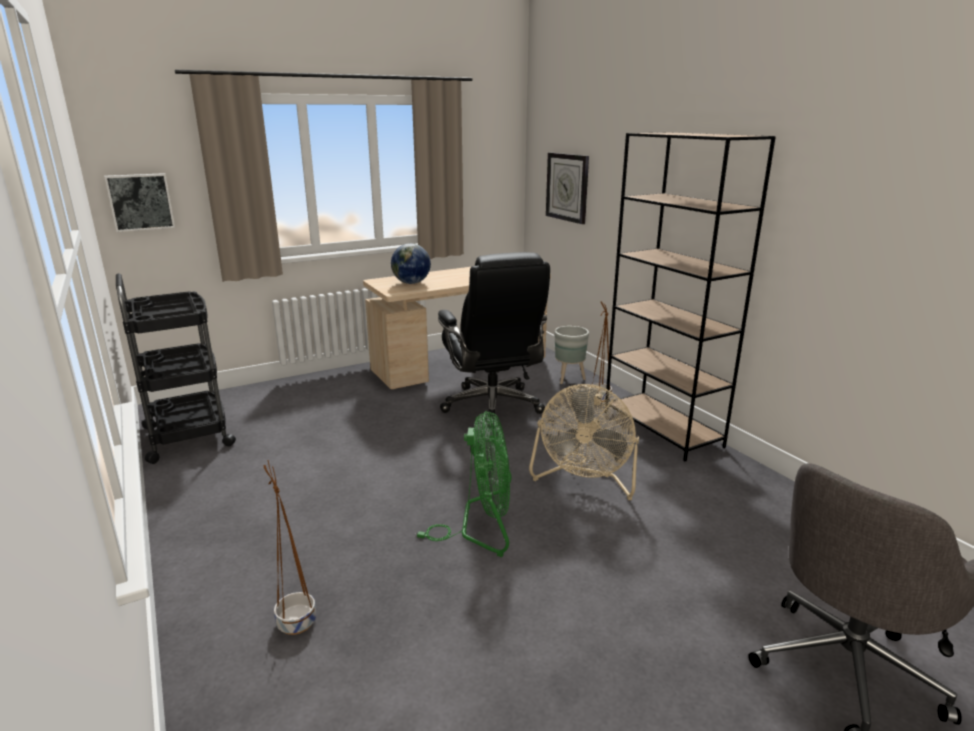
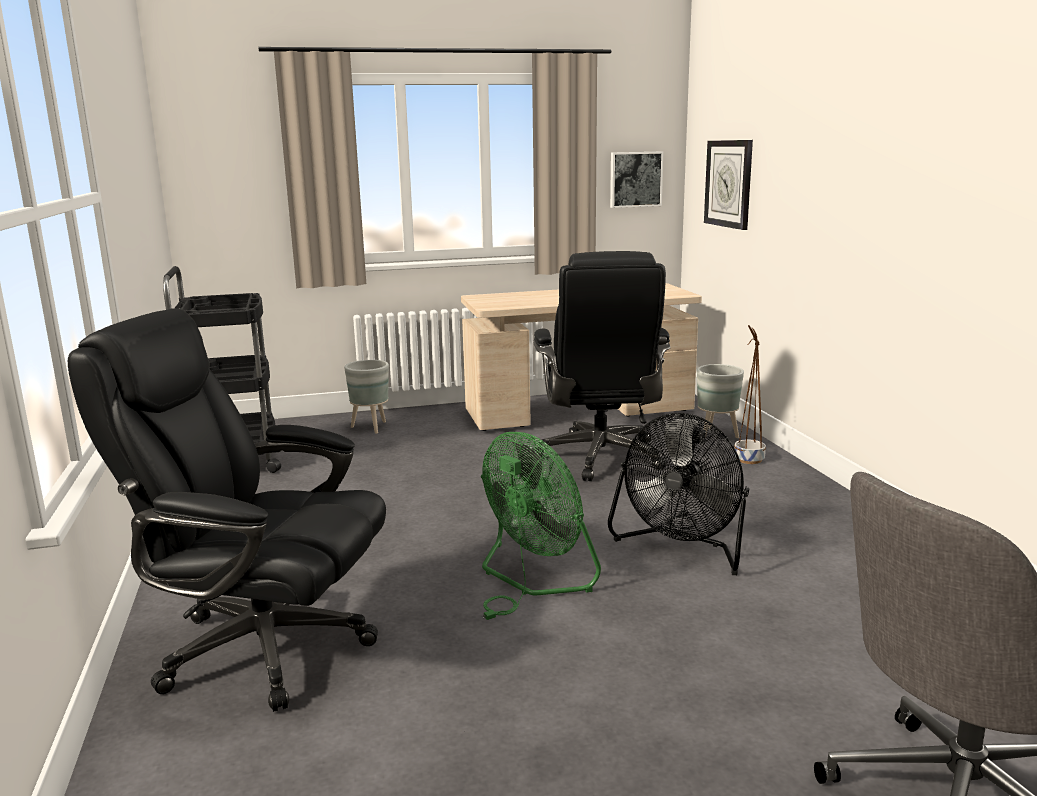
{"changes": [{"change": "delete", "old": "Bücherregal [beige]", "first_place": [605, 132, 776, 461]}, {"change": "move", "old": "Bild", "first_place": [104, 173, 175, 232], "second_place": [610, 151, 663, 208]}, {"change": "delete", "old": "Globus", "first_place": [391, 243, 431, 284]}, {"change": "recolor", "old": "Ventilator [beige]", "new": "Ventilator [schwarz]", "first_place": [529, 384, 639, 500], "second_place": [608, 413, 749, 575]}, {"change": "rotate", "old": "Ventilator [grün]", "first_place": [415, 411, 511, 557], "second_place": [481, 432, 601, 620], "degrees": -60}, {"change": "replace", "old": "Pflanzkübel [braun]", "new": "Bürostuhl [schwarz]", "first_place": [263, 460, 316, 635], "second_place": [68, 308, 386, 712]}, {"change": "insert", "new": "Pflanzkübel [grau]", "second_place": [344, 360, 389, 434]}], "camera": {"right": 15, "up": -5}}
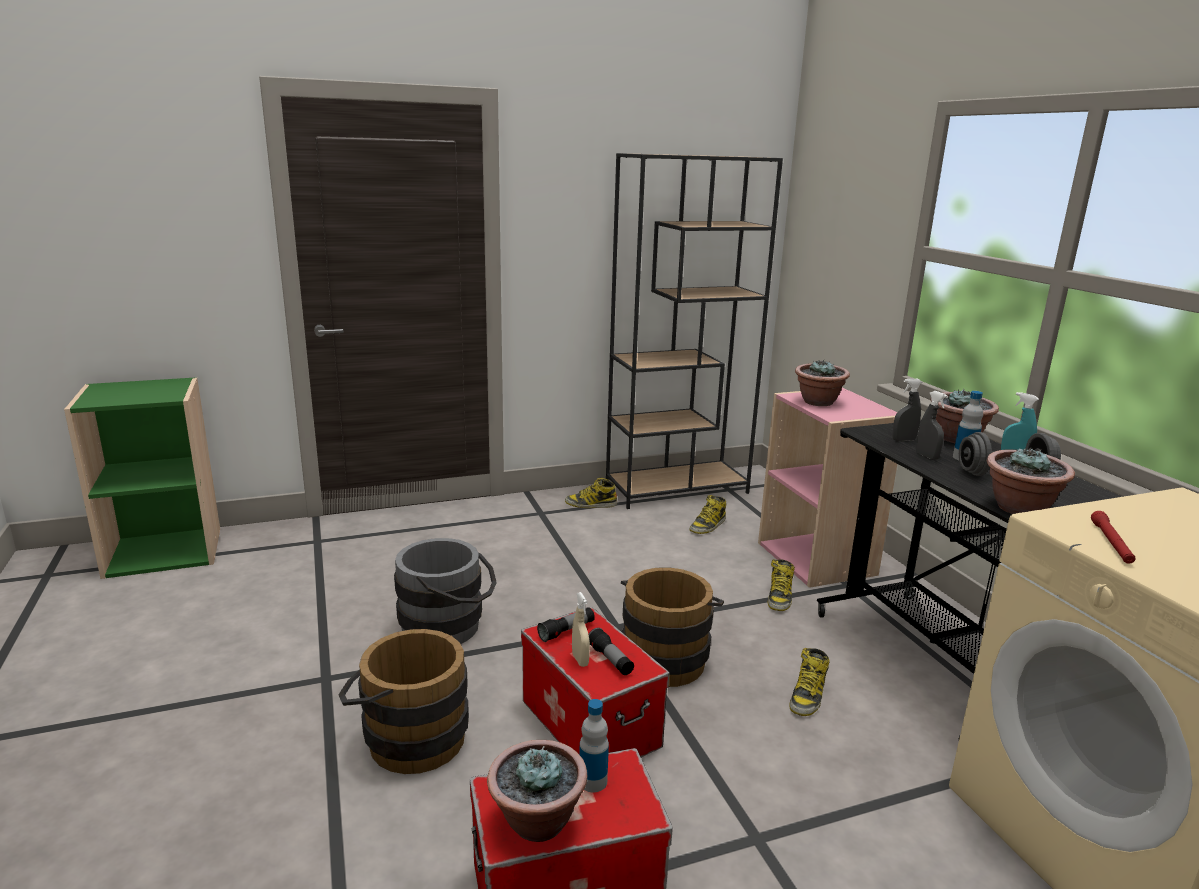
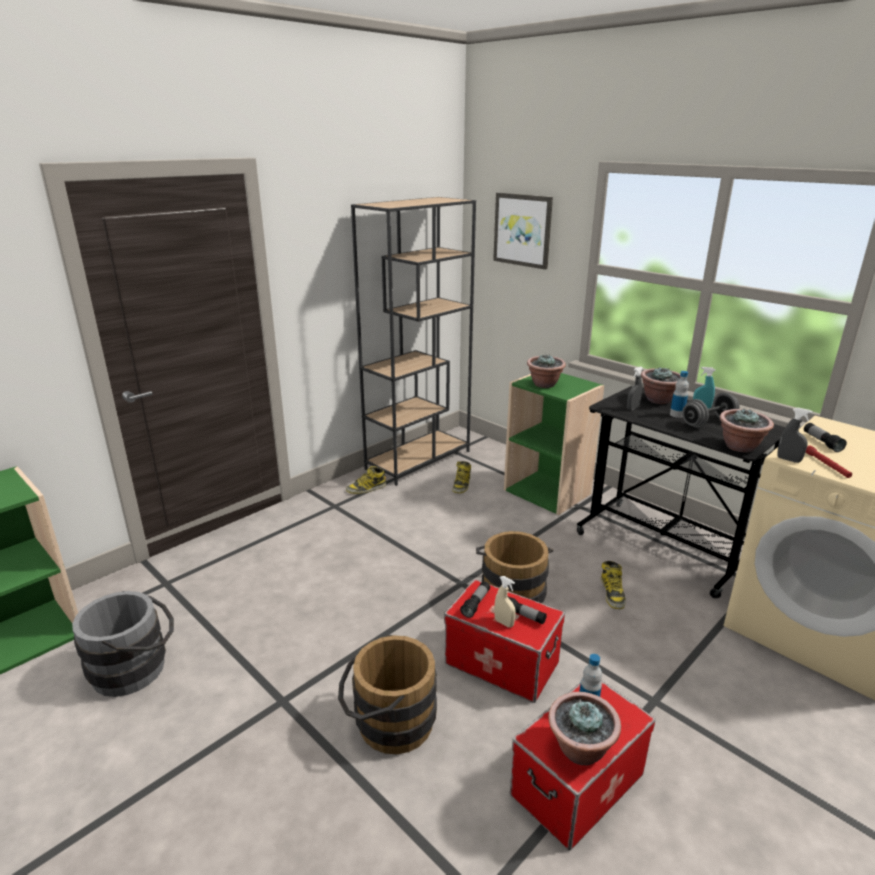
{"changes": [{"change": "recolor", "old": "Bücherregal [rosa]", "new": "Bücherregal [grün]", "first_place": [758, 388, 897, 588], "second_place": [504, 373, 604, 515]}, {"change": "move", "old": "Sprühflasche [grau]", "first_place": [916, 391, 948, 460], "second_place": [777, 408, 813, 463]}, {"change": "move", "old": "Eimer [grau]", "first_place": [394, 538, 497, 644], "second_place": [72, 591, 174, 697]}, {"change": "delete", "old": "Stiefel", "first_place": [768, 559, 795, 611]}, {"change": "insert", "new": "Bild", "second_place": [493, 193, 553, 270]}, {"change": "insert", "new": "Taschenlampe", "second_place": [804, 423, 847, 452]}], "camera": {"right": -25, "up": 5}}
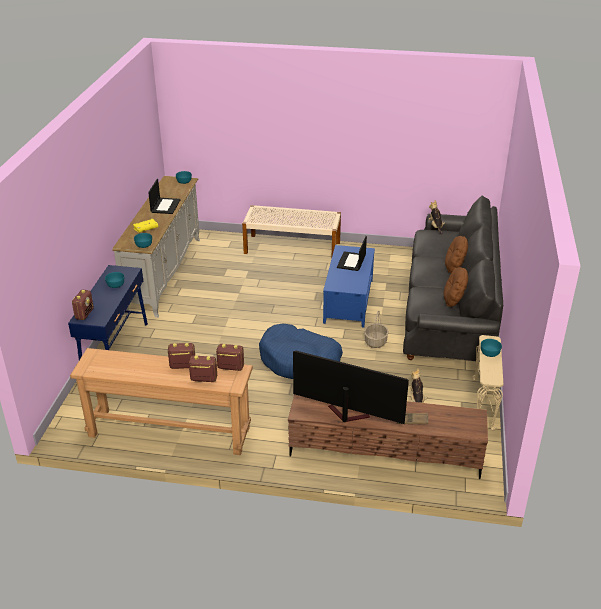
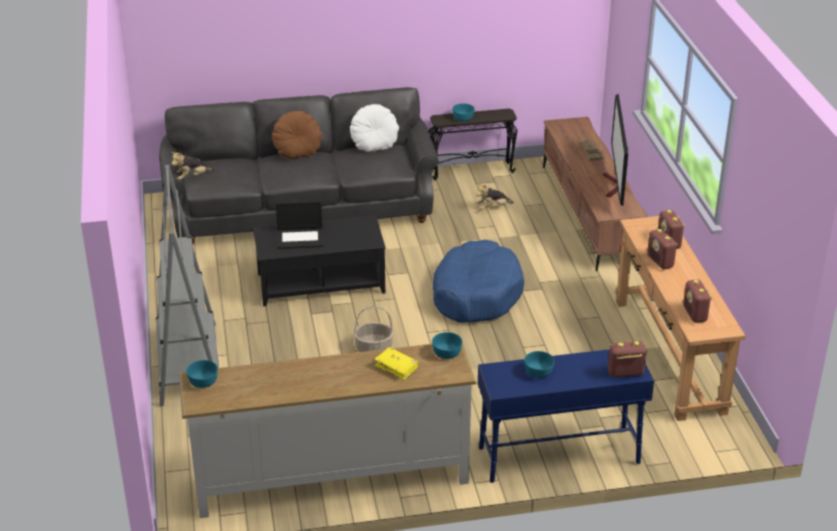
{"changes": [{"change": "delete", "old": "Laptop", "first_place": [148, 179, 181, 214]}, {"change": "replace", "old": "Bank [beige]", "new": "Bücherregal [grau]", "first_place": [242, 205, 341, 259], "second_place": [156, 165, 219, 406]}, {"change": "recolor", "old": "Couchtisch [blau]", "new": "Couchtisch [schwarz]", "first_place": [323, 245, 375, 327], "second_place": [253, 216, 386, 307]}, {"change": "recolor", "old": "Kissen [braun]", "new": "Kissen [weiß]", "first_place": [443, 267, 468, 307], "second_place": [350, 104, 399, 152]}, {"change": "move", "old": "Korb", "first_place": [364, 311, 389, 348], "second_place": [354, 306, 394, 352]}, {"change": "recolor", "old": "Beistelltisch [beige]", "new": "Beistelltisch [schwarz]", "first_place": [472, 335, 503, 431], "second_place": [429, 109, 517, 180]}, {"change": "move", "old": "Radio", "first_place": [216, 344, 244, 371], "second_place": [683, 280, 712, 323]}], "camera": {"right": -110, "up": 0}}
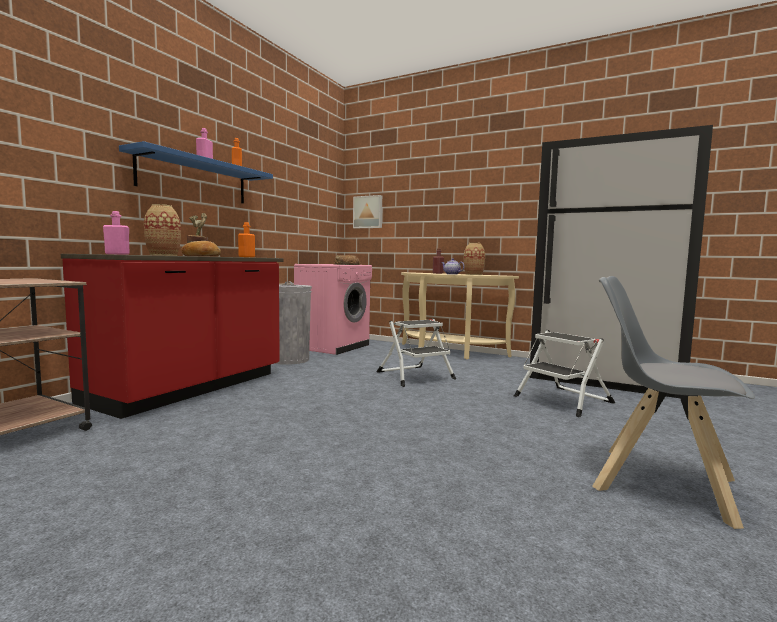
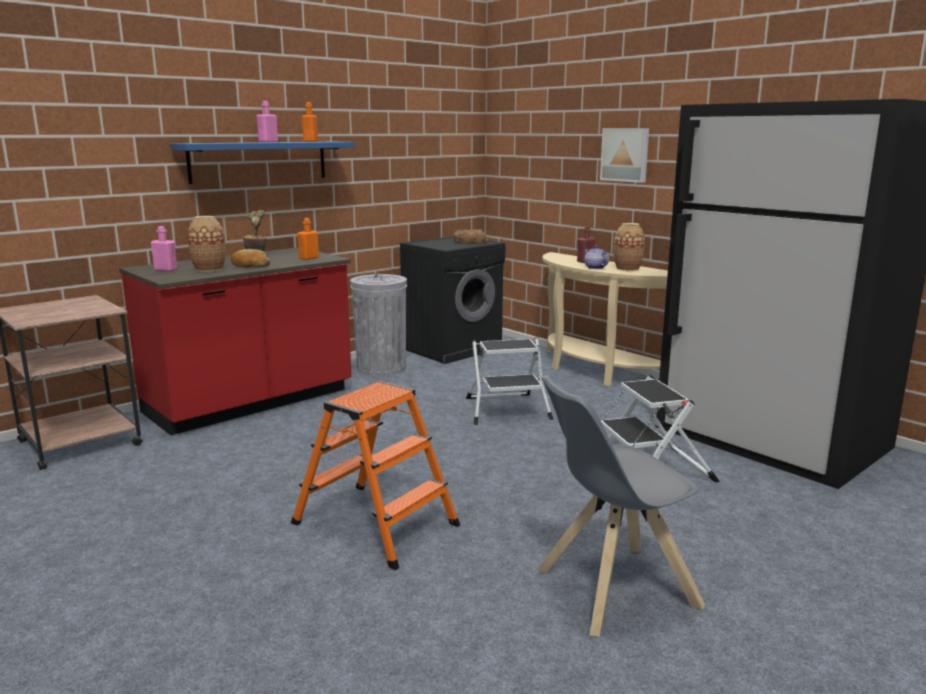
{"changes": [{"change": "move", "old": "Bild", "first_place": [353, 195, 382, 228], "second_place": [600, 128, 649, 183]}, {"change": "recolor", "old": "Waschmaschine [rosa]", "new": "Waschmaschine [schwarz]", "first_place": [294, 264, 372, 355], "second_place": [400, 236, 505, 364]}, {"change": "rotate", "old": "Stuhl [grau]", "first_place": [592, 276, 755, 529], "second_place": [536, 375, 705, 637], "degrees": -75}, {"change": "insert", "new": "Trittleiter [orange]", "second_place": [291, 380, 460, 570]}], "camera": {"right": 20, "up": 10}}
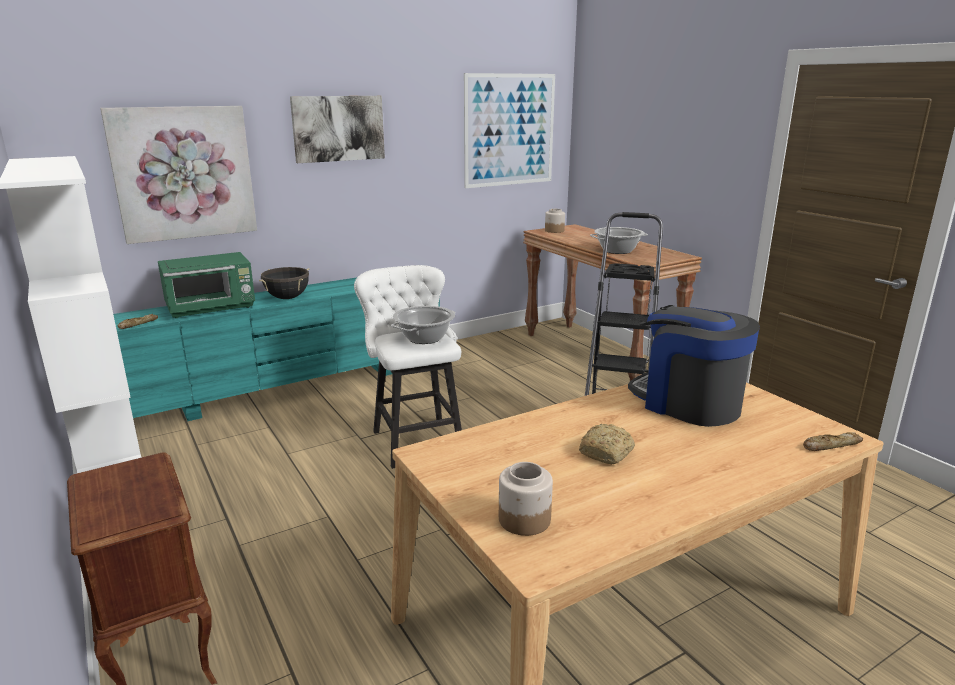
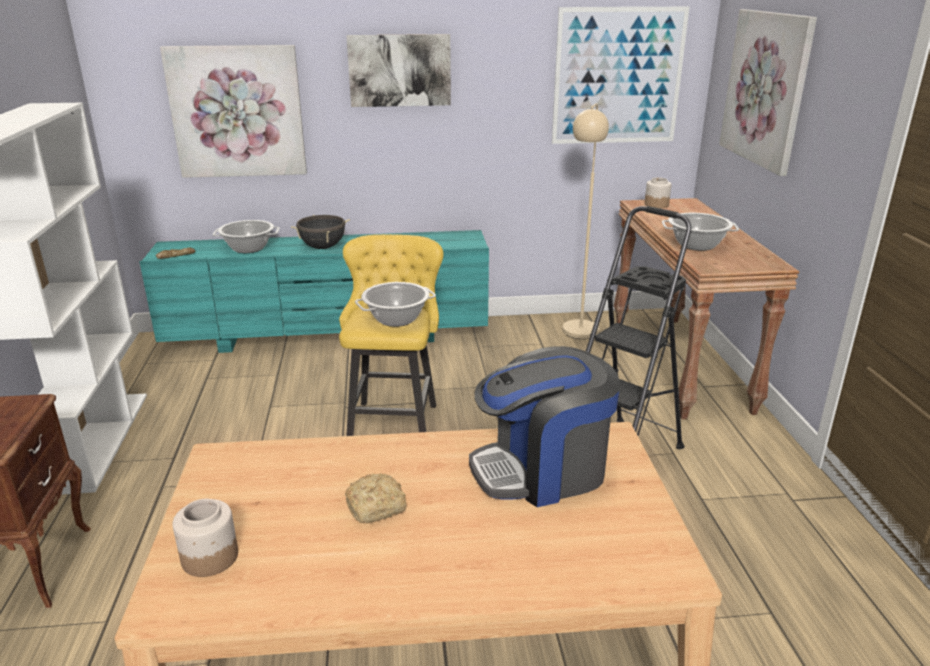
{"changes": [{"change": "replace", "old": "Mikrowelle [grün]", "new": "Kochtopf", "first_place": [158, 252, 255, 318], "second_place": [213, 220, 280, 253]}, {"change": "recolor", "old": "Hocker [weiß]", "new": "Hocker [gelb]", "first_place": [354, 265, 462, 469], "second_place": [339, 234, 444, 436]}, {"change": "rotate", "old": "Kaffeemaschine", "first_place": [628, 305, 760, 427], "second_place": [469, 346, 620, 507], "degrees": -90}, {"change": "delete", "old": "Brot", "first_place": [803, 432, 863, 451]}, {"change": "insert", "new": "Bild", "second_place": [719, 9, 817, 176]}, {"change": "insert", "new": "Stehlampe [beige]", "second_place": [562, 104, 609, 339]}], "camera": {"right": 25, "up": 5}}
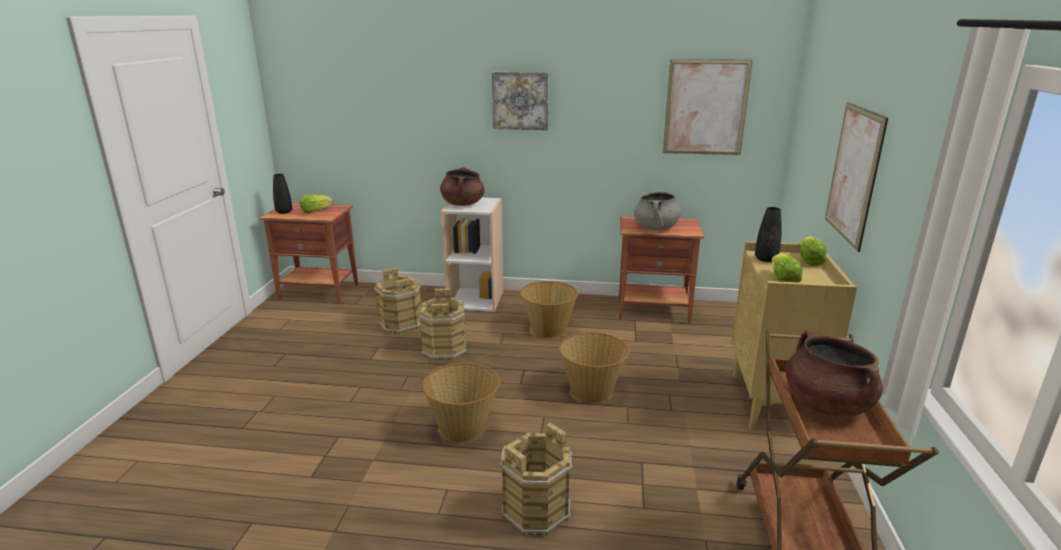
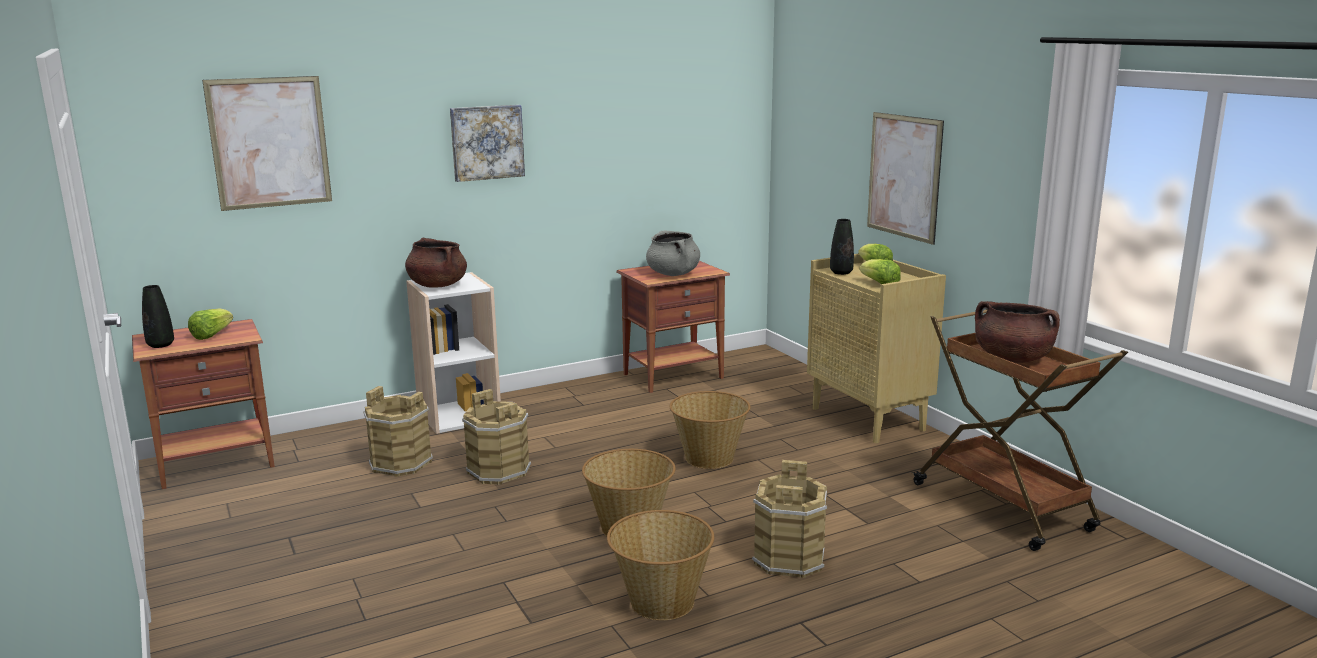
{"changes": [{"change": "move", "old": "Bild", "first_place": [663, 59, 753, 155], "second_place": [202, 76, 332, 211]}, {"change": "move", "old": "Korb", "first_place": [520, 281, 578, 338], "second_place": [607, 510, 714, 620]}], "camera": {"right": -35, "up": -5}}
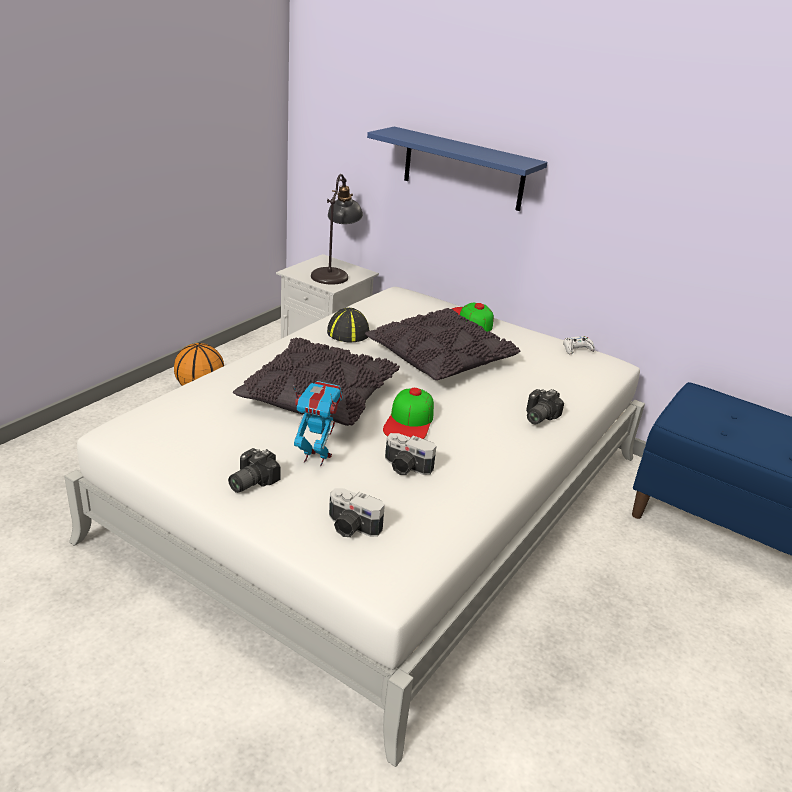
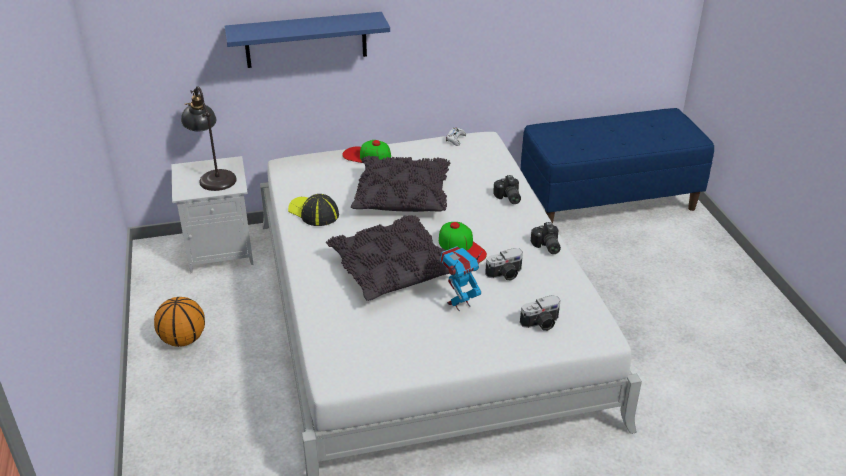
{"changes": [{"change": "move", "old": "Kamera", "first_place": [228, 448, 281, 493], "second_place": [531, 222, 561, 254]}], "camera": {"right": -45, "up": 5}}
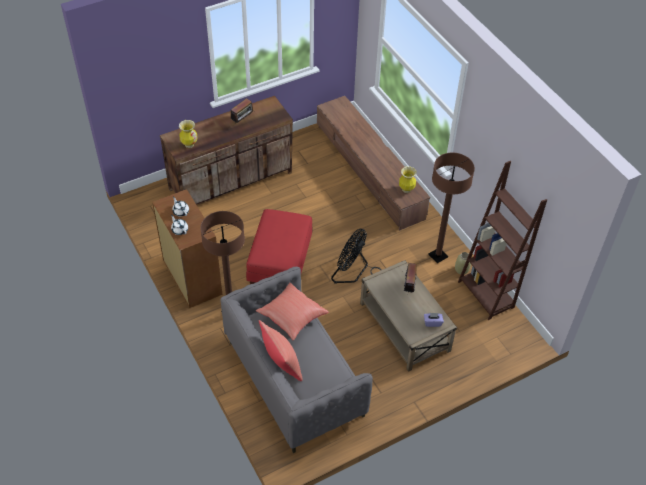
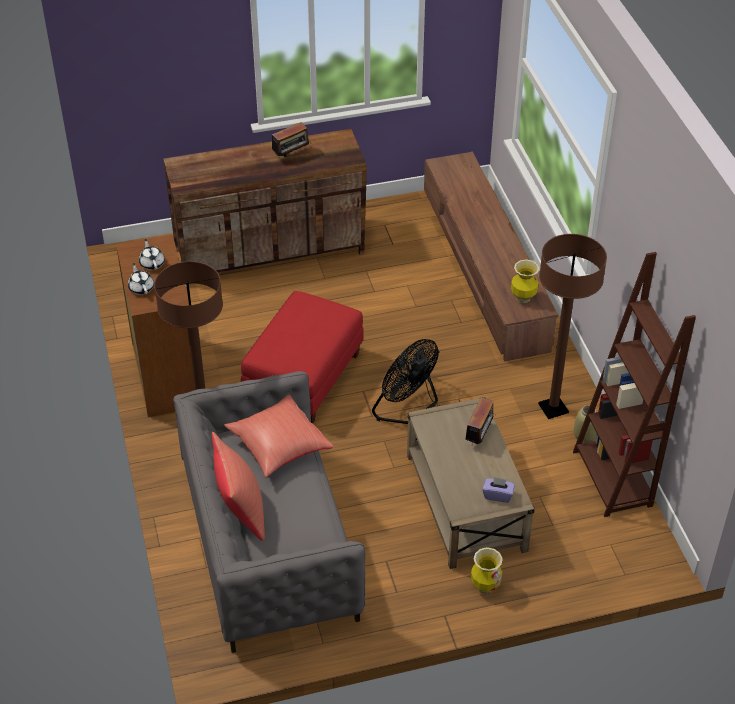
{"changes": [{"change": "move", "old": "Vase", "first_place": [179, 120, 197, 148], "second_place": [471, 547, 503, 594]}], "camera": {"right": 15, "up": -5}}
